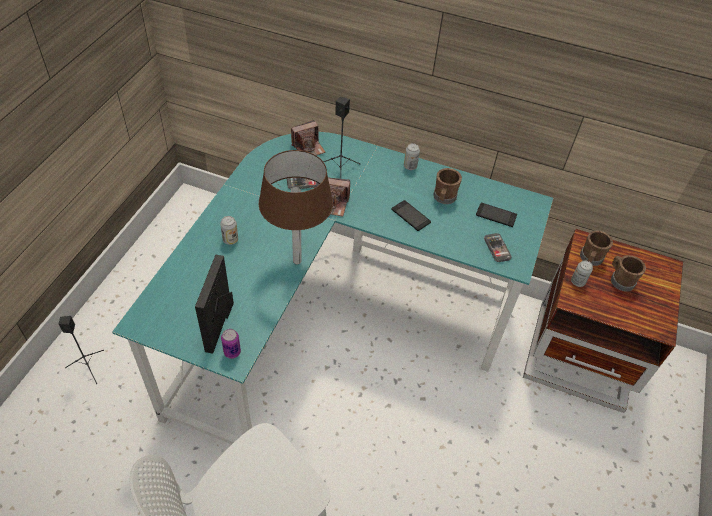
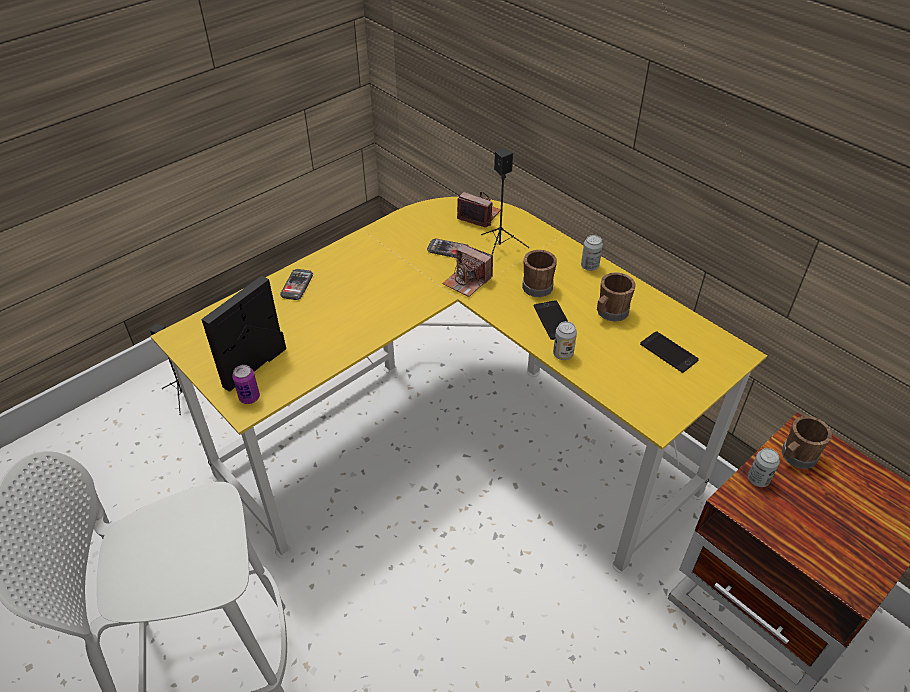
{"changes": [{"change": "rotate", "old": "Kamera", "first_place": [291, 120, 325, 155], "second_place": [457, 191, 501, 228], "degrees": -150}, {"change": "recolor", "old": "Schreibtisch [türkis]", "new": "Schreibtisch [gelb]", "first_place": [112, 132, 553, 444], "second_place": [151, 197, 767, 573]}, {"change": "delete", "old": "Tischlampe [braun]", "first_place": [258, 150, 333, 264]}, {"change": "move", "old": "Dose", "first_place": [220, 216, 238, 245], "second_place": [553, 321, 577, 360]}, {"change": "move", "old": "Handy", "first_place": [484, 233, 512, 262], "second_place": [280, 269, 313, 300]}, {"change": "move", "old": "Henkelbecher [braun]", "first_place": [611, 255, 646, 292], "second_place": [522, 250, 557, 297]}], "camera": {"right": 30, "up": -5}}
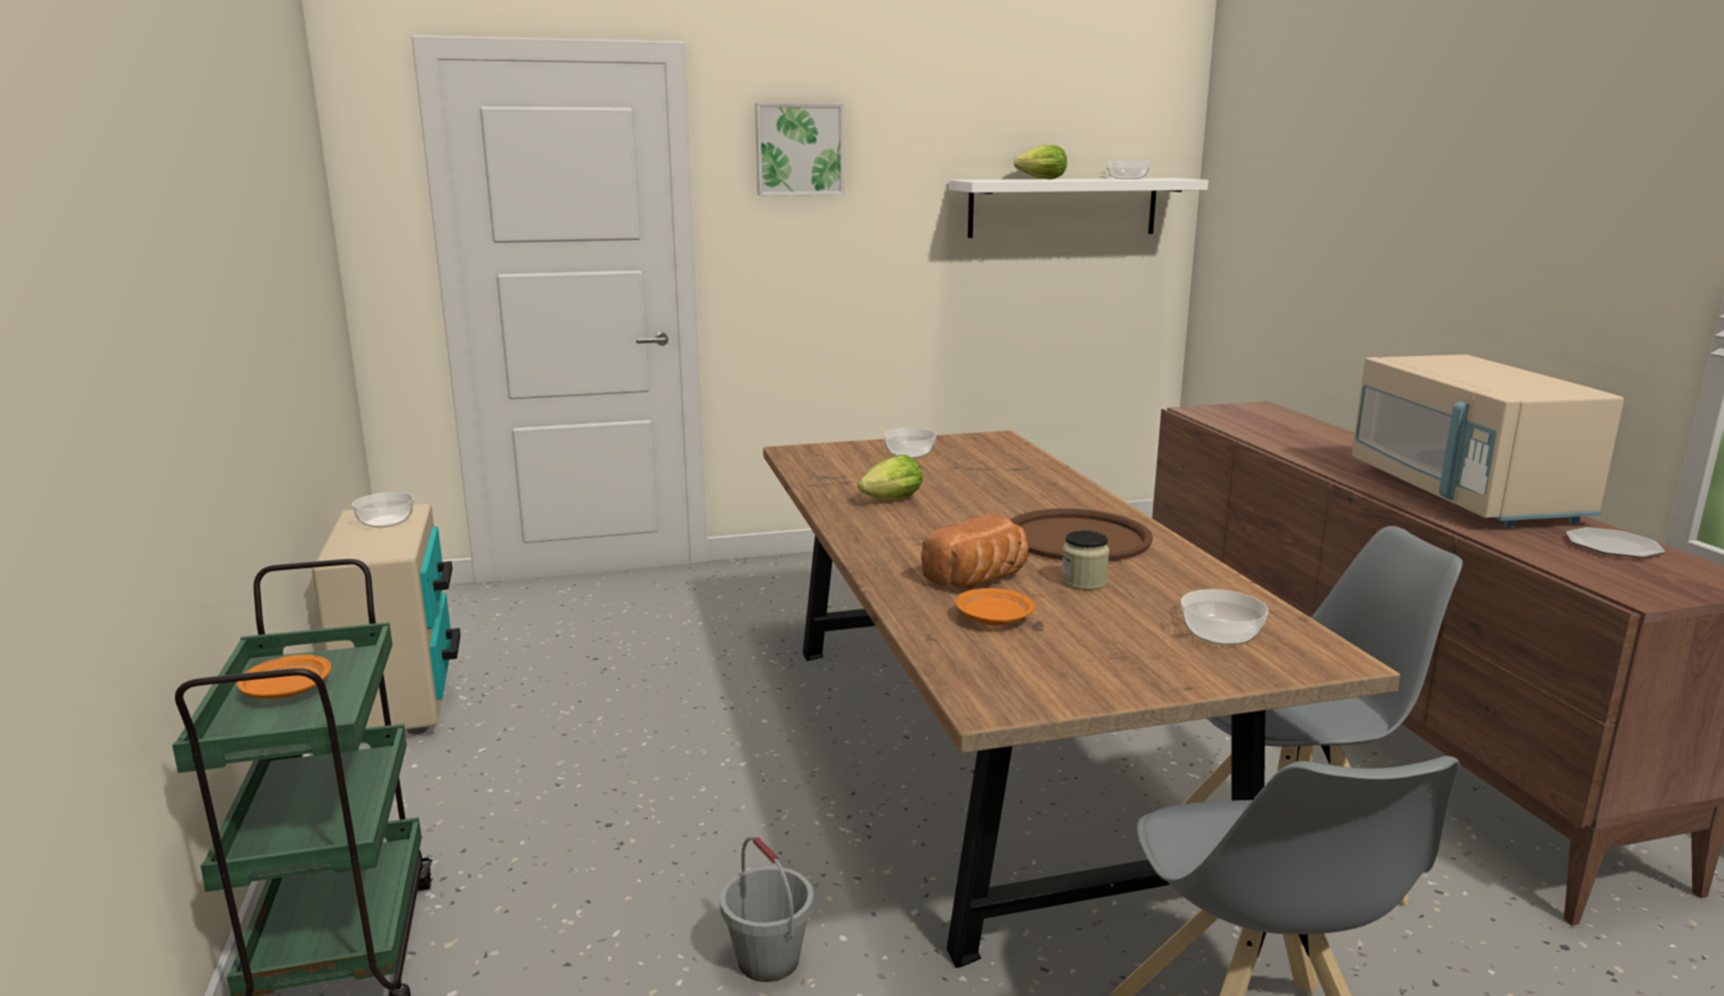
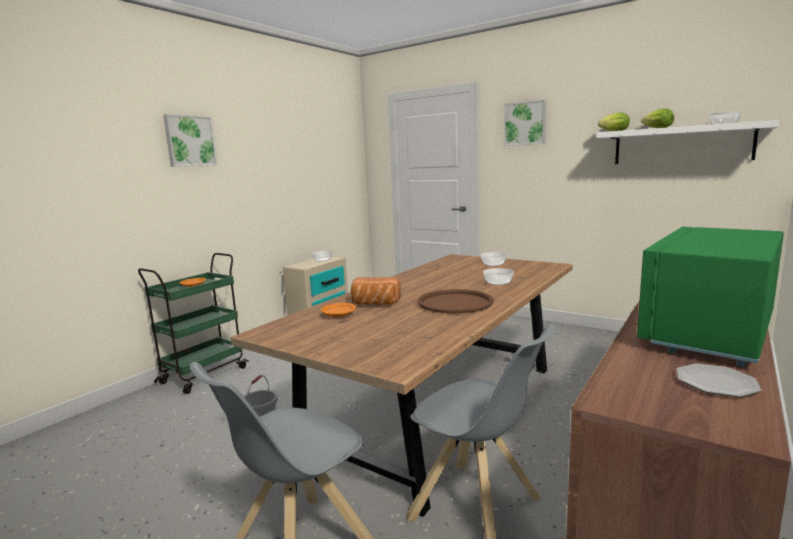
{"changes": [{"change": "recolor", "old": "Mikrowelle [beige]", "new": "Mikrowelle [grün]", "first_place": [1352, 355, 1624, 528], "second_place": [637, 227, 784, 367]}, {"change": "move", "old": "Salatkopf", "first_place": [858, 455, 923, 500], "second_place": [598, 113, 630, 131]}, {"change": "delete", "old": "Vorratsglas", "first_place": [1061, 530, 1109, 590]}, {"change": "move", "old": "Schüssel", "first_place": [1181, 589, 1269, 646], "second_place": [483, 268, 514, 285]}, {"change": "insert", "new": "Bild", "second_place": [163, 114, 218, 167]}], "camera": {"right": 50, "up": -5}}
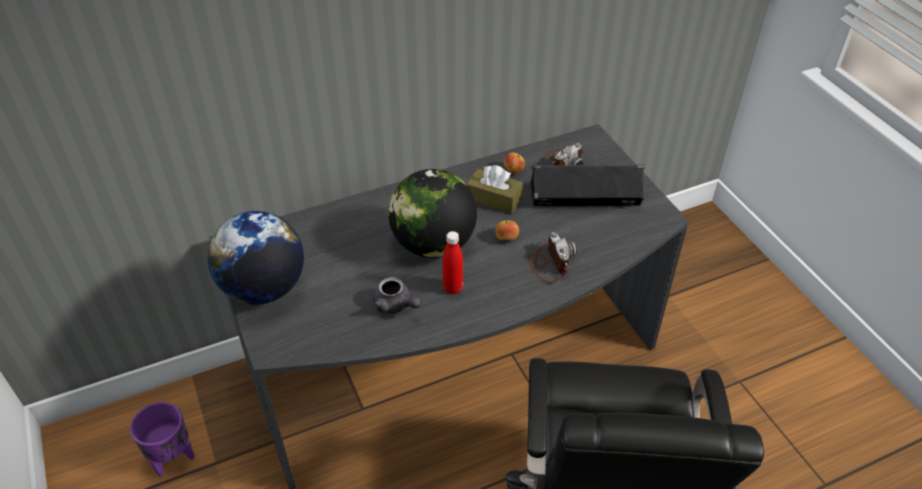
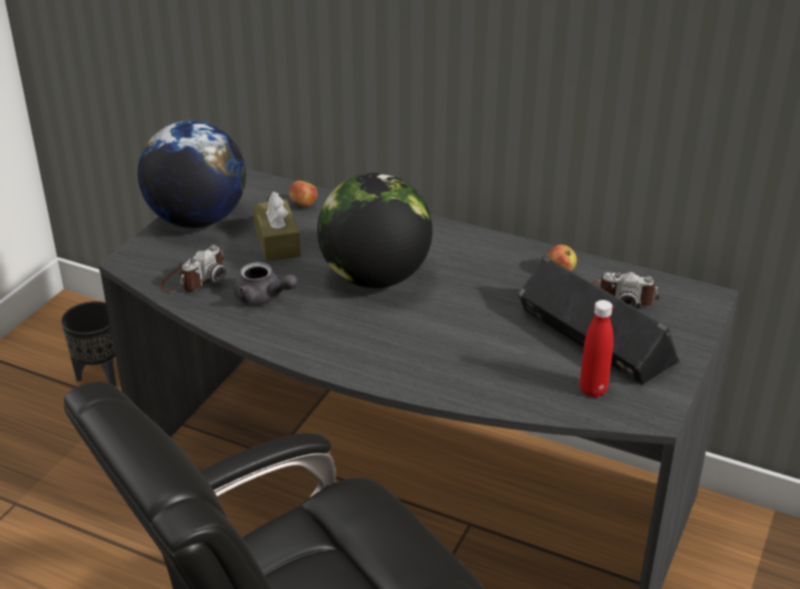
{"changes": [{"change": "move", "old": "Taschentuchbox [braun]", "first_place": [467, 165, 523, 214], "second_place": [253, 192, 301, 262]}, {"change": "move", "old": "Apfel", "first_place": [495, 219, 519, 241], "second_place": [289, 180, 318, 207]}, {"change": "move", "old": "Flasche [rot]", "first_place": [443, 231, 463, 294], "second_place": [580, 300, 614, 398]}, {"change": "move", "old": "Kamera", "first_place": [528, 232, 577, 283], "second_place": [161, 245, 226, 291]}, {"change": "rotate", "old": "Teekanne [grau]", "first_place": [373, 277, 422, 314], "second_place": [234, 262, 298, 305], "degrees": -60}, {"change": "recolor", "old": "Pflanzkübel [lila]", "new": "Pflanzkübel [schwarz]", "first_place": [130, 402, 195, 477], "second_place": [61, 301, 116, 386]}], "camera": {"right": 50, "up": -10}}
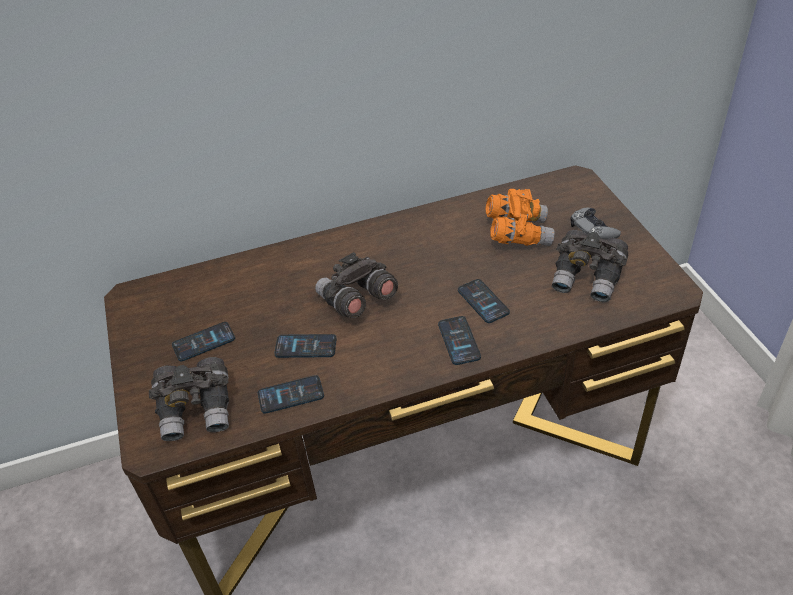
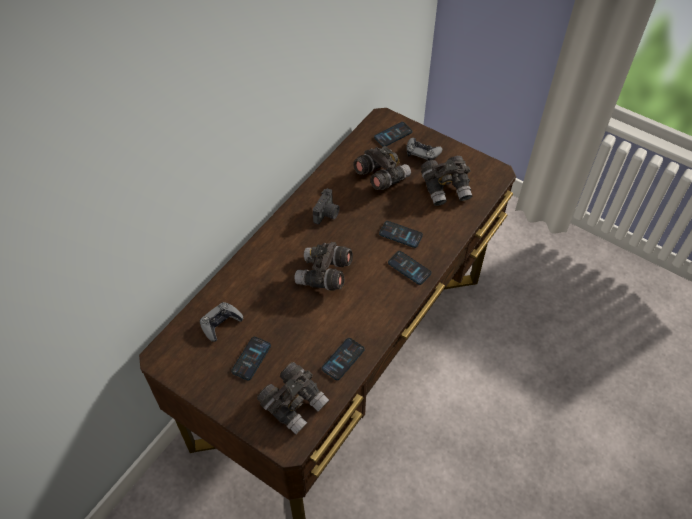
{"changes": [{"change": "recolor", "old": "Fernglas [orange]", "new": "Fernglas [grau]", "first_place": [486, 189, 555, 246], "second_place": [353, 146, 411, 190]}, {"change": "move", "old": "Handy", "first_place": [274, 334, 337, 358], "second_place": [374, 122, 412, 146]}, {"change": "insert", "new": "Kamera", "second_place": [313, 188, 340, 225]}, {"change": "insert", "new": "Gamepad [grau]", "second_place": [200, 302, 243, 342]}], "camera": {"right": -40, "up": 10}}
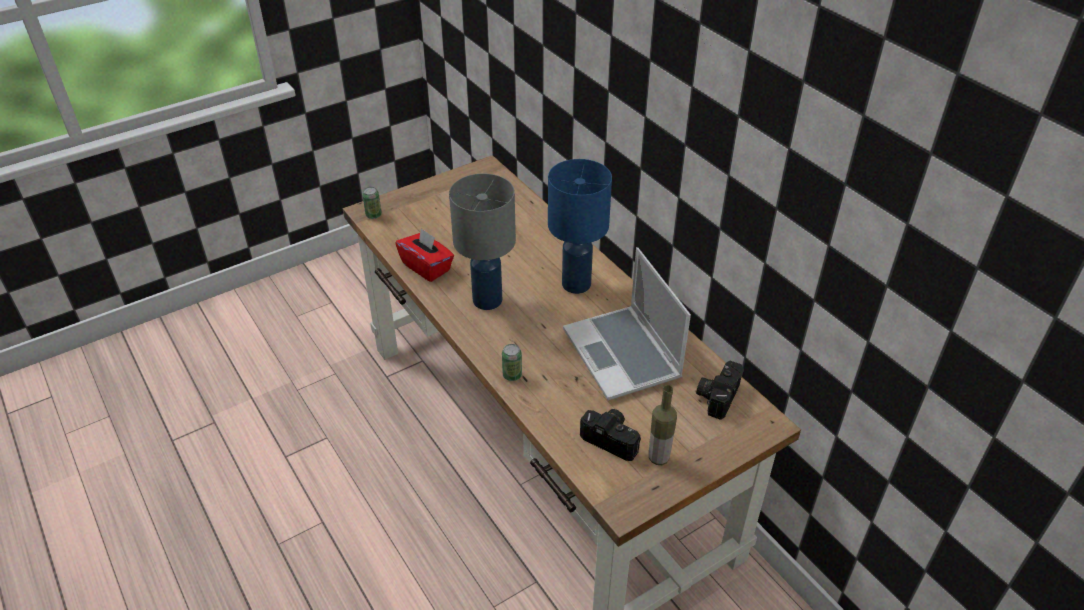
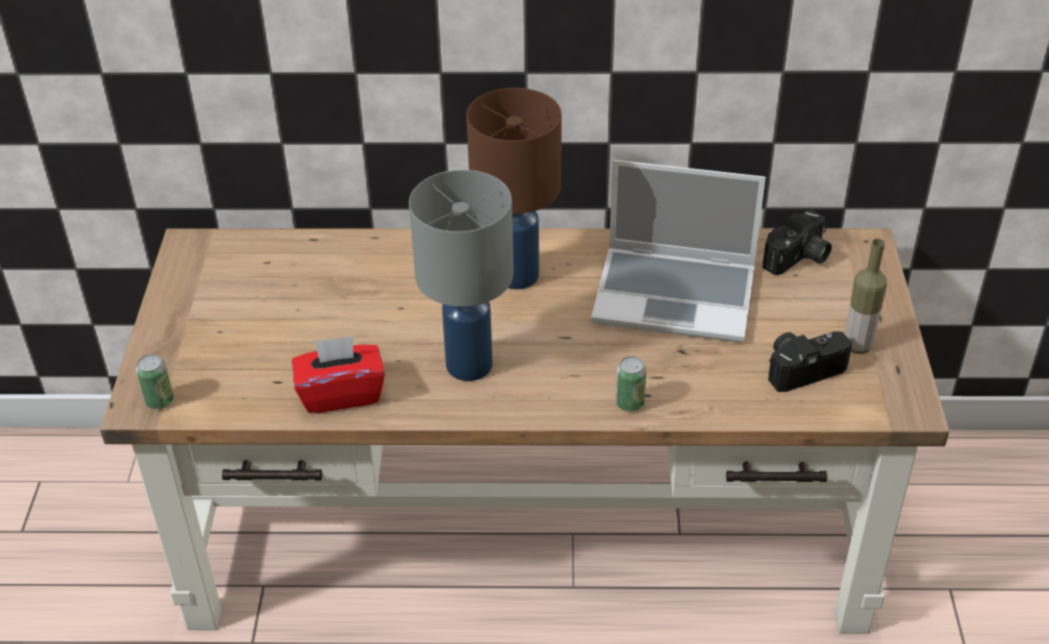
{"changes": [{"change": "recolor", "old": "Tischlampe [blau]", "new": "Tischlampe [braun]", "first_place": [548, 159, 612, 294], "second_place": [466, 88, 562, 289]}, {"change": "rotate", "old": "Kamera", "first_place": [696, 361, 744, 420], "second_place": [762, 210, 832, 275], "degrees": -105}], "camera": {"right": -55, "up": 0}}
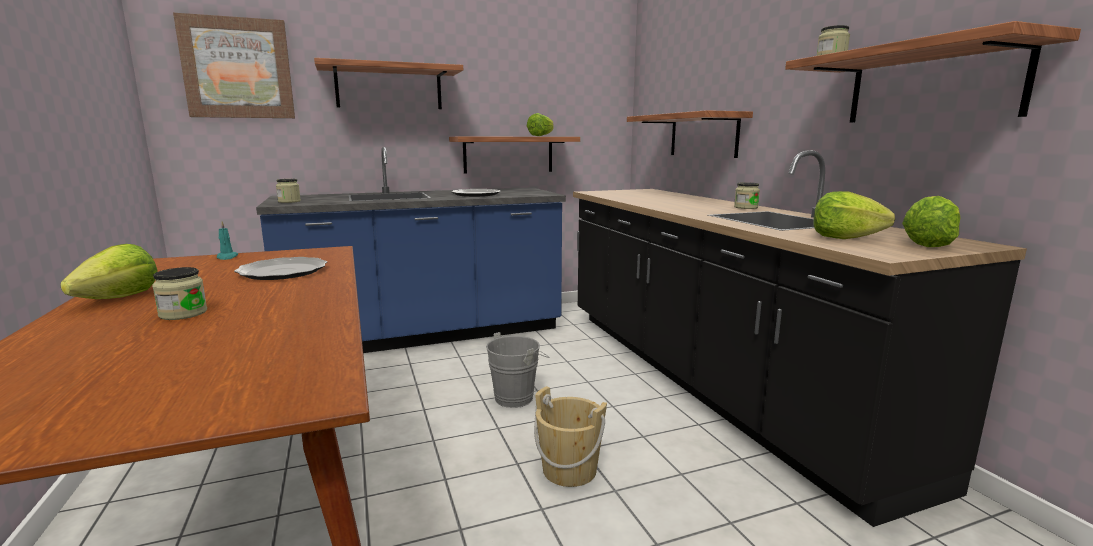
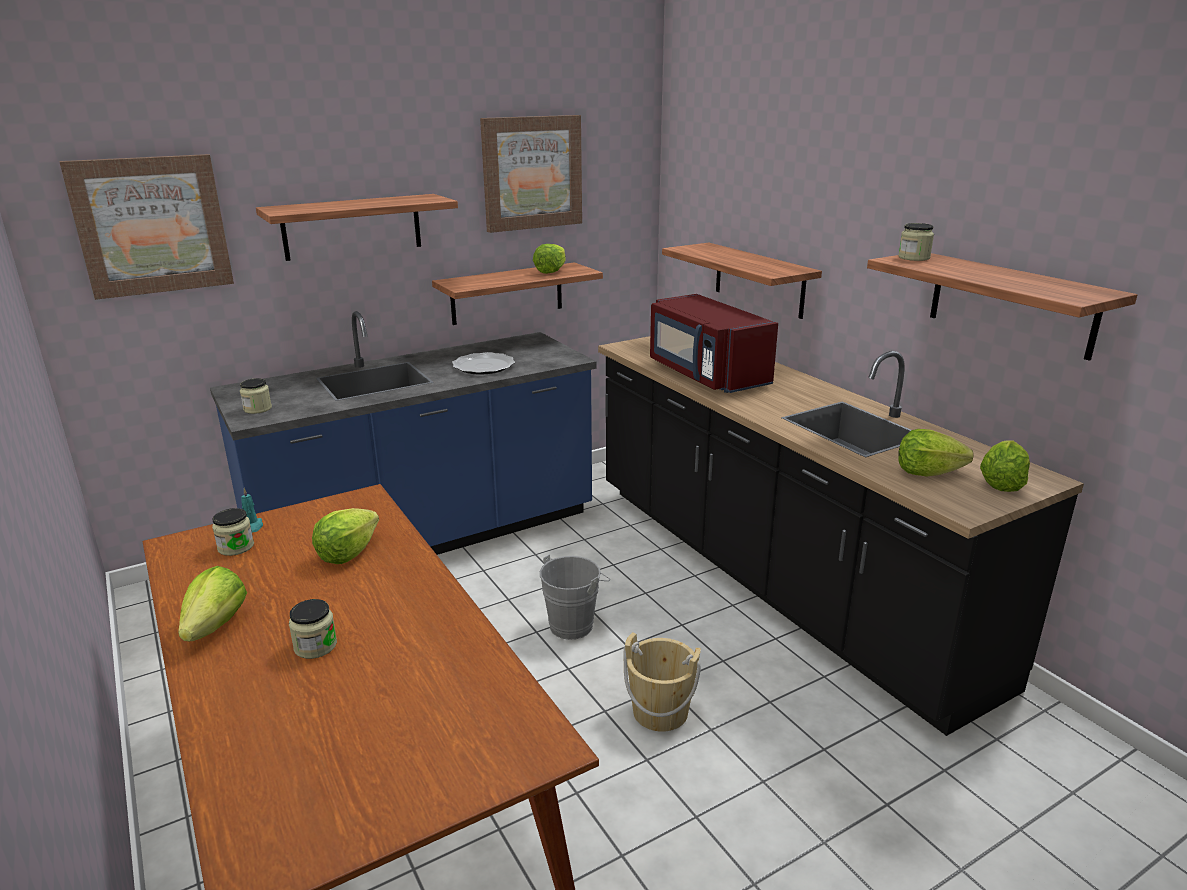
{"changes": [{"change": "move", "old": "Vorratsglas", "first_place": [734, 182, 760, 209], "second_place": [212, 508, 254, 556]}, {"change": "replace", "old": "Teller", "new": "Salatkopf", "first_place": [234, 257, 327, 280], "second_place": [312, 508, 379, 564]}, {"change": "insert", "new": "Bild", "second_place": [480, 115, 582, 233]}, {"change": "insert", "new": "Mikrowelle [rot]", "second_place": [650, 294, 778, 393]}], "camera": {"right": -10, "up": 10}}
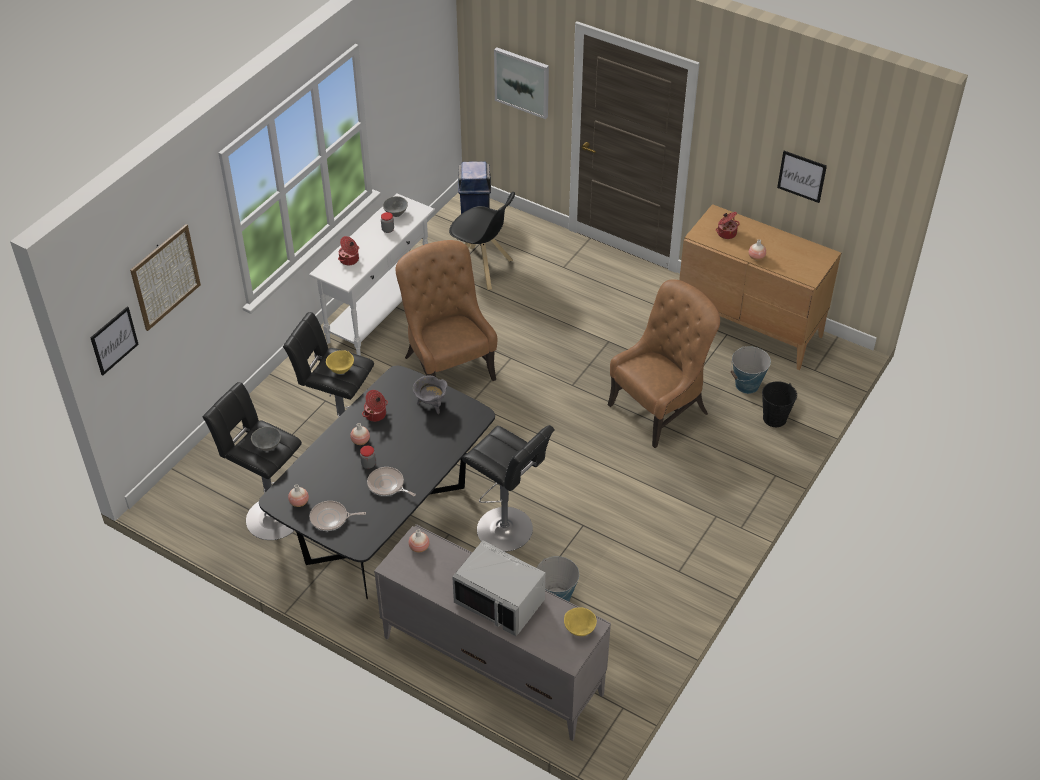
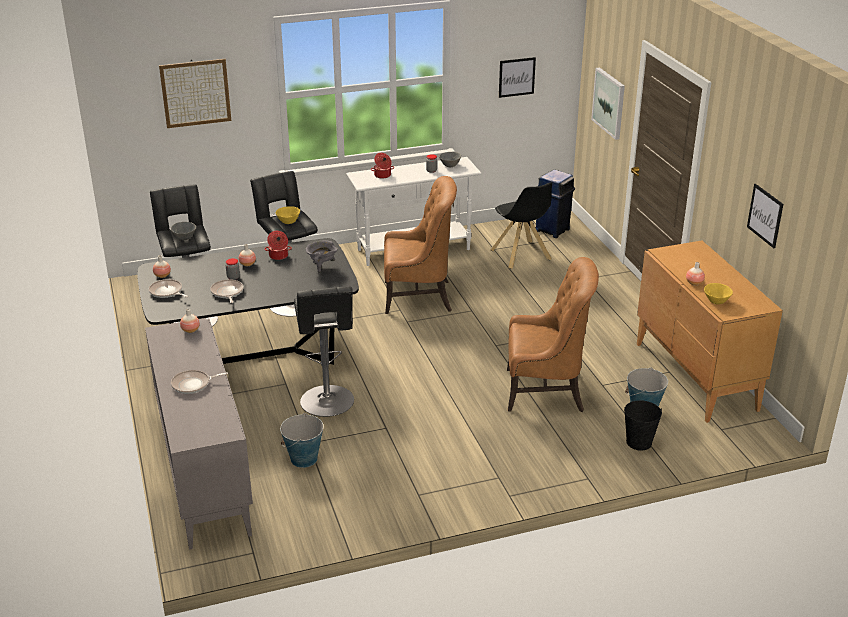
{"changes": [{"change": "delete", "old": "Kochtopf", "first_place": [716, 212, 740, 239]}, {"change": "rotate", "old": "Stuhl [braun]", "first_place": [396, 240, 497, 381], "second_place": [384, 176, 457, 314], "degrees": 75}, {"change": "move", "old": "Bild", "first_place": [90, 307, 139, 376], "second_place": [499, 57, 536, 98]}, {"change": "replace", "old": "Mikrowelle [grau]", "new": "Pfanne", "first_place": [452, 540, 545, 636], "second_place": [171, 370, 228, 394]}, {"change": "move", "old": "Schüssel [gelb]", "first_place": [564, 607, 597, 636], "second_place": [704, 283, 733, 305]}], "camera": {"right": 40, "up": -15}}
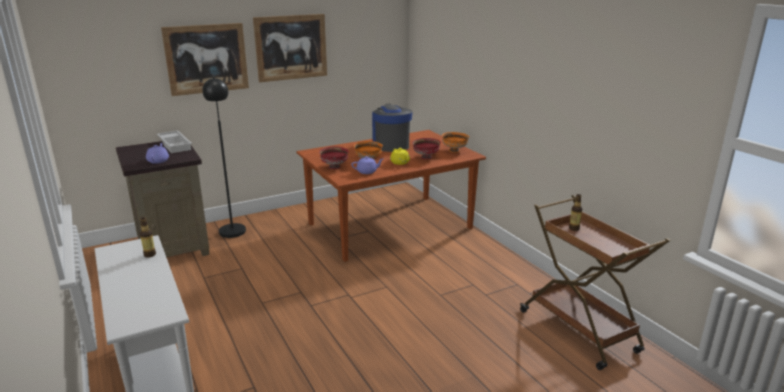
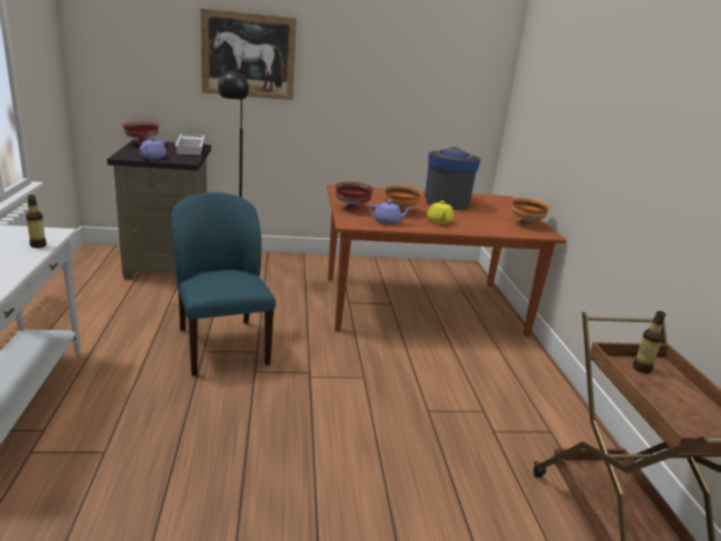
{"changes": [{"change": "delete", "old": "Bild", "first_place": [253, 14, 327, 82]}, {"change": "move", "old": "Schüssel [rot]", "first_place": [412, 138, 441, 159], "second_place": [122, 122, 159, 145]}, {"change": "insert", "new": "Stuhl [blau]", "second_place": [171, 192, 276, 376]}], "camera": {"right": 20, "up": 0}}
